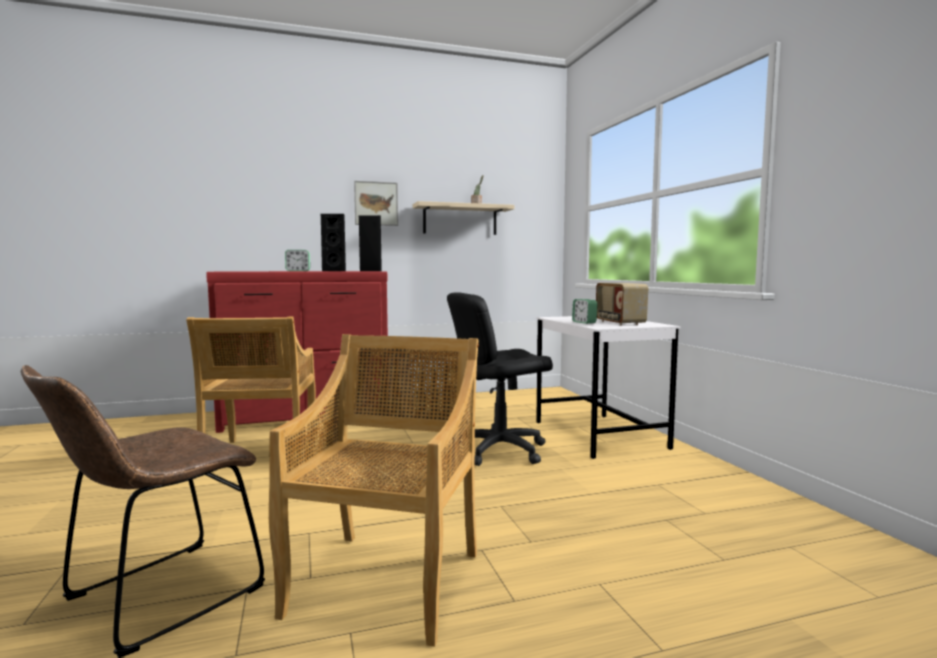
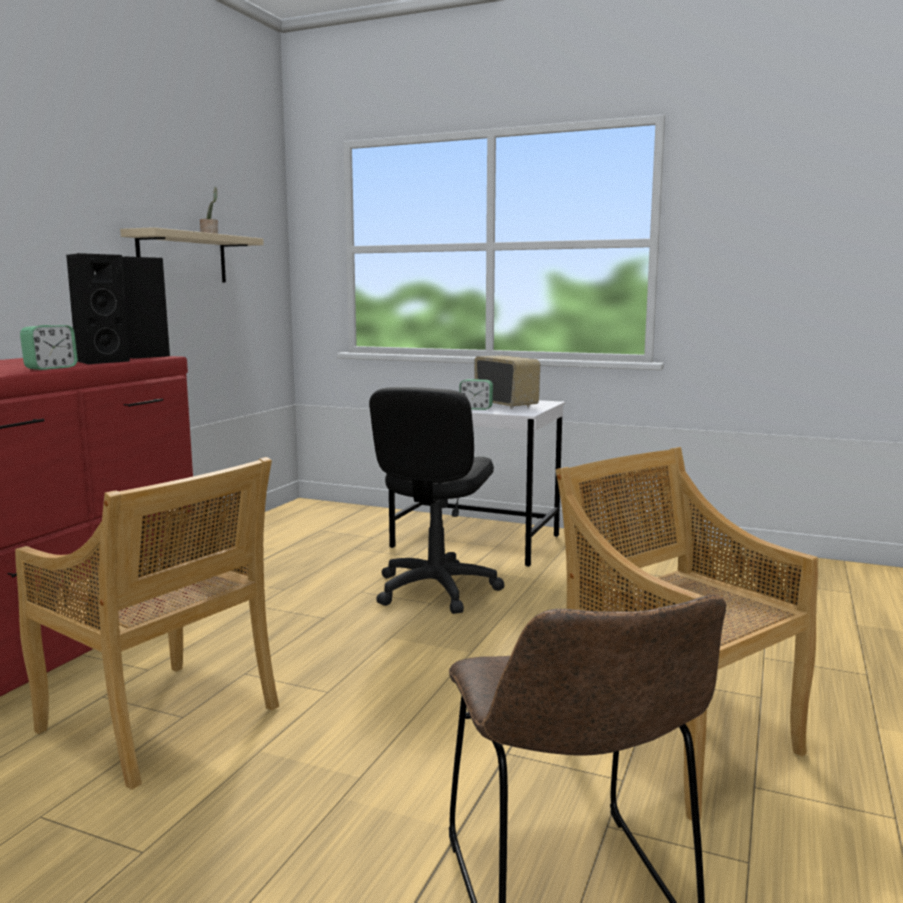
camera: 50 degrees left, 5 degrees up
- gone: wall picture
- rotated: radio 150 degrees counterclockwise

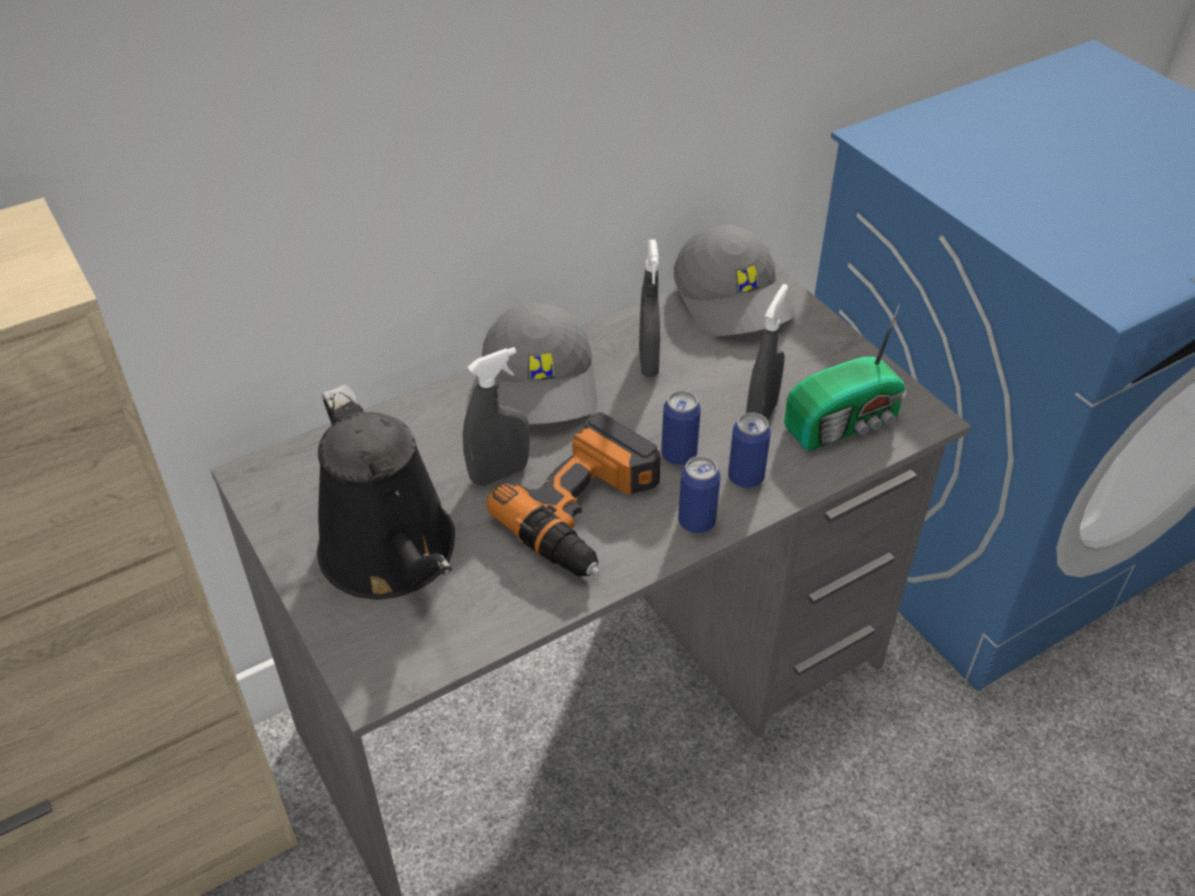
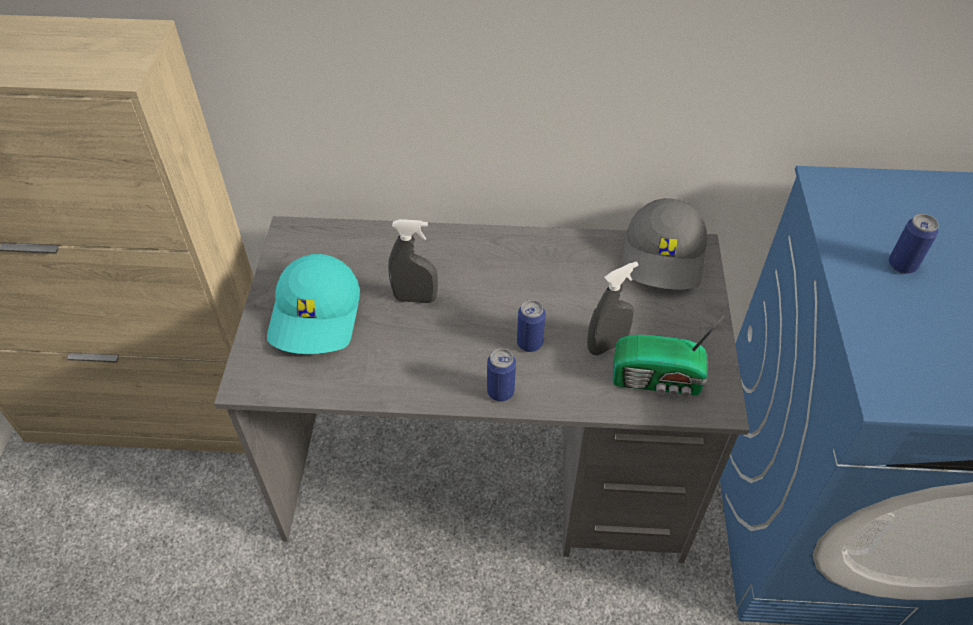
camera: 35 degrees right, 5 degrees up
- gone: cap (gray) (no. 1 from left)
- gone: electric drill
- gone: sprayer (gray) (no. 2 from left)
- shifted: sealed can (no. 3 from left)
- swapped: watering pot (blackish) to cap (turquoise-coloured)

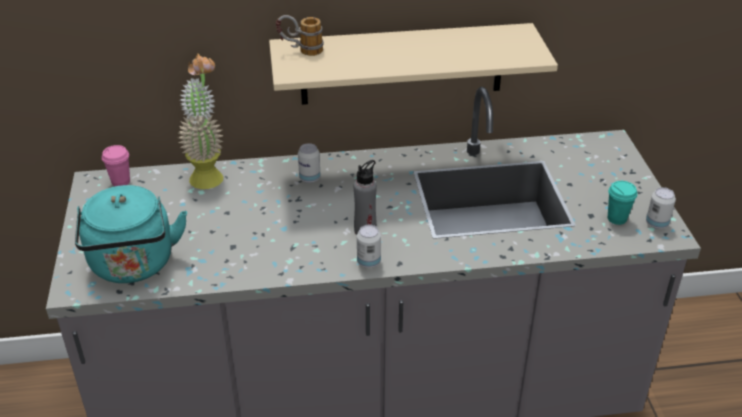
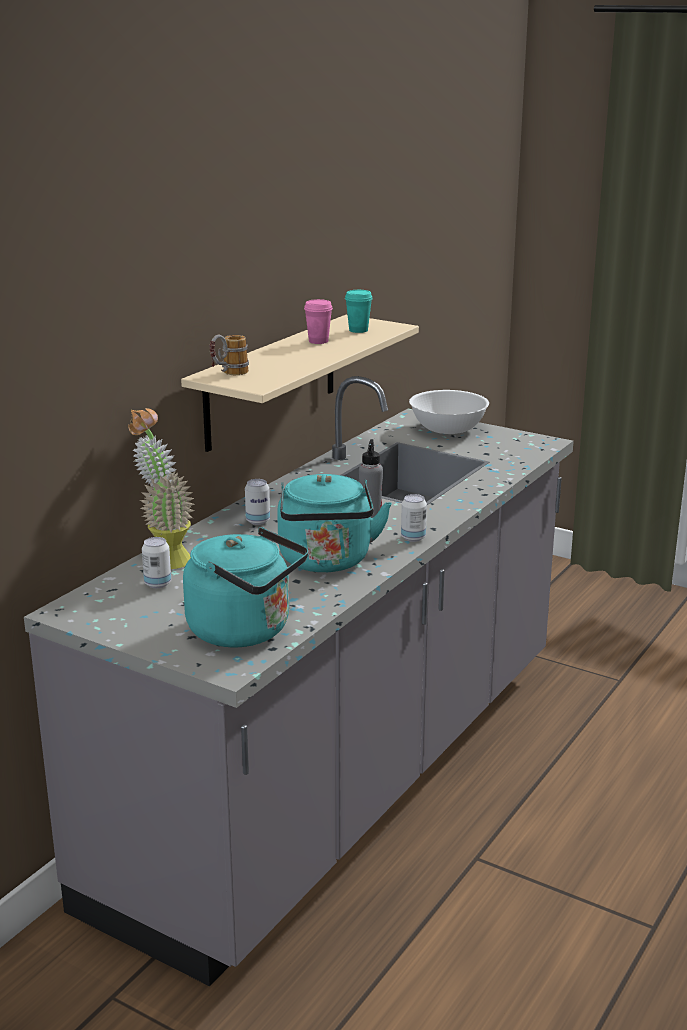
camera: 50 degrees left, 15 degrees down
- new: water kettle (turquoise-coloured) (no. 2 from left)
- new: serving bowl (whitish)
- shifted: drinking cup (pink-coloured)
- shifted: drinking cup (turquoise-coloured)
- shifted: sealed can (no. 3 from left in the first image) to sealed can (no. 1 from left)

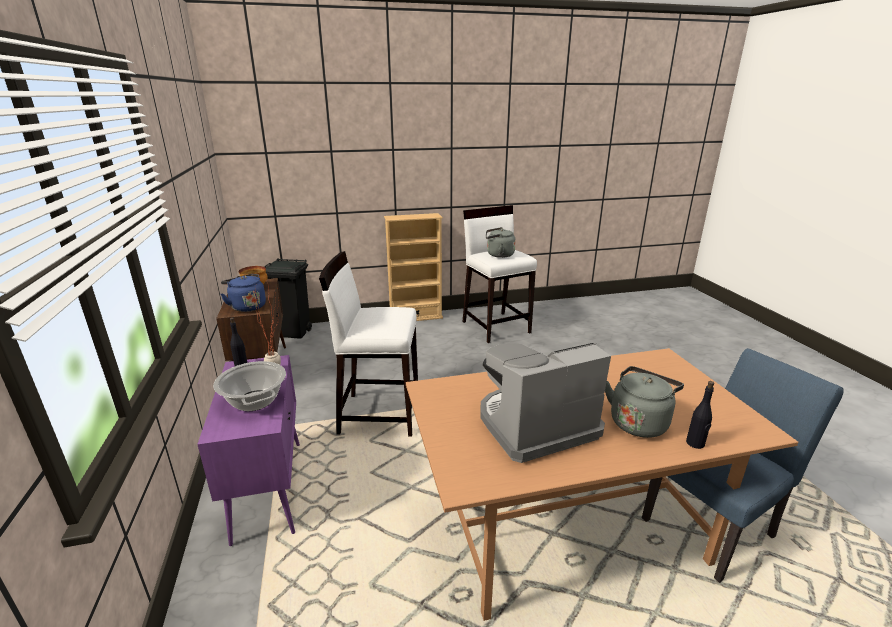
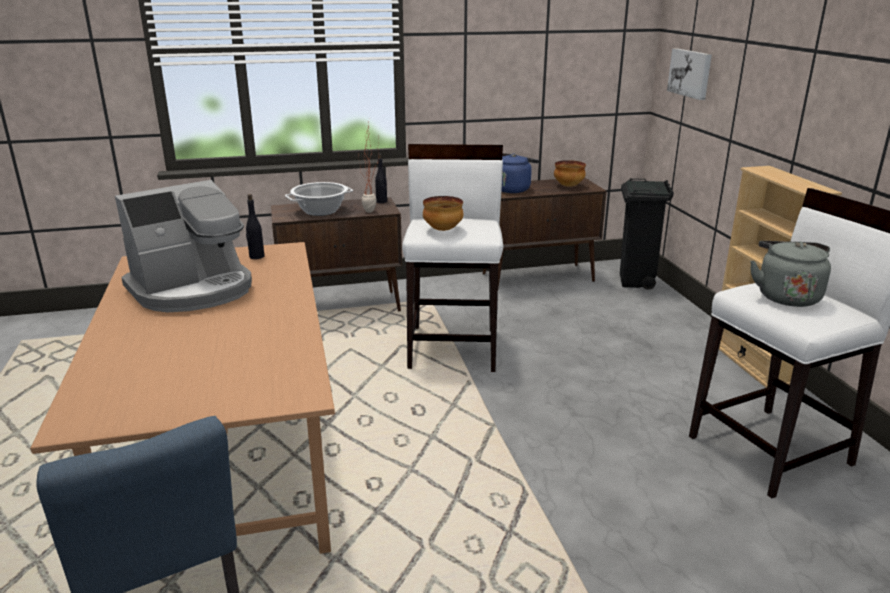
camera: 90 degrees right, 0 degrees up
- gone: water kettle (gray) (no. 2 from left)
- new: serving bowl (no. 1 from left)
- new: wall picture
- shifted: drink bottle (blackish) (no. 2 from left in the first image) to drink bottle (blackish) (no. 1 from left)
- repainted: cupboard (purplish) to cupboard (brown) (no. 1 from left)
- rotated: coffee machine 75 degrees clockwise

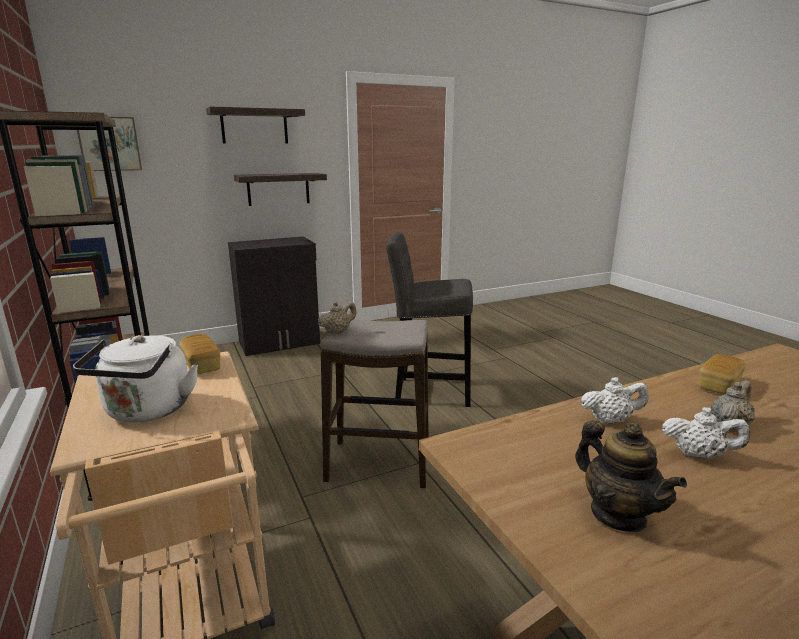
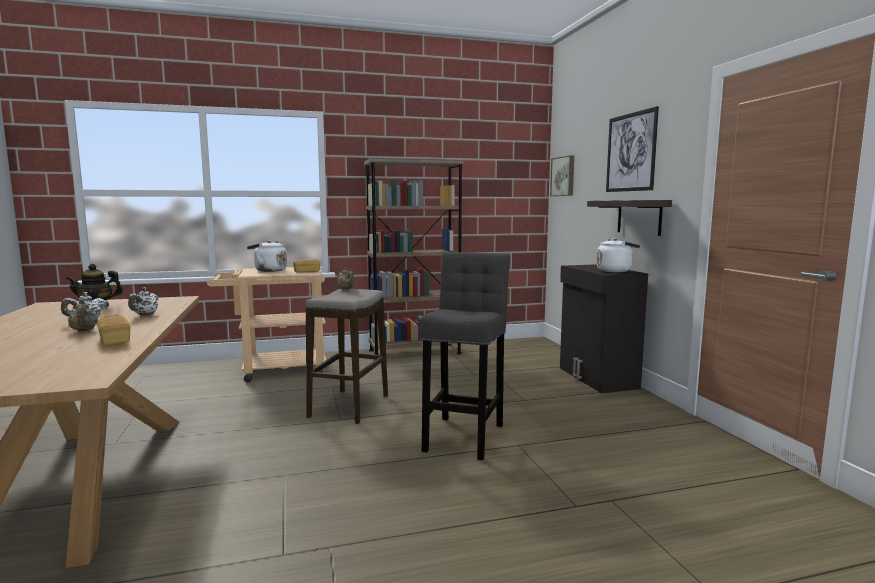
camera: 100 degrees right, 10 degrees down
- new: water kettle (whitish) (no. 2 from left)
- swapped: wall shelf (no. 1 from left) to wall picture (no. 2 from left)

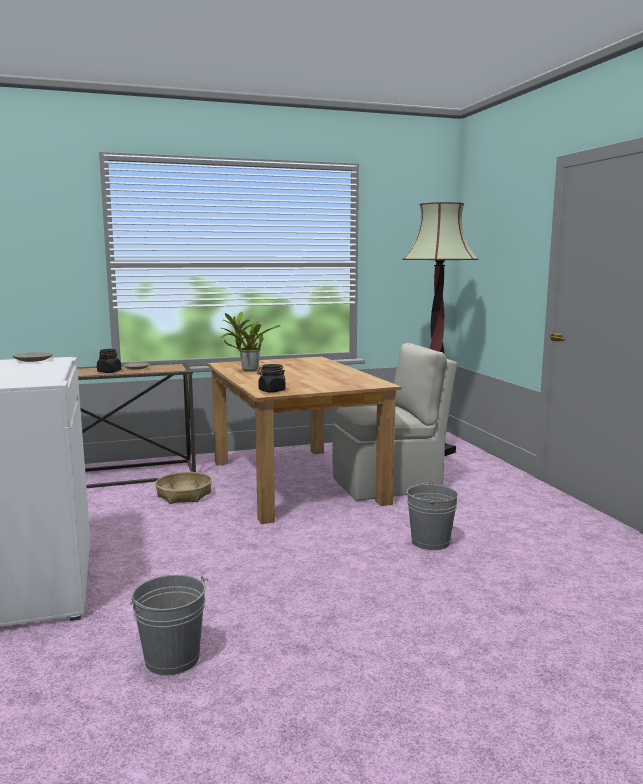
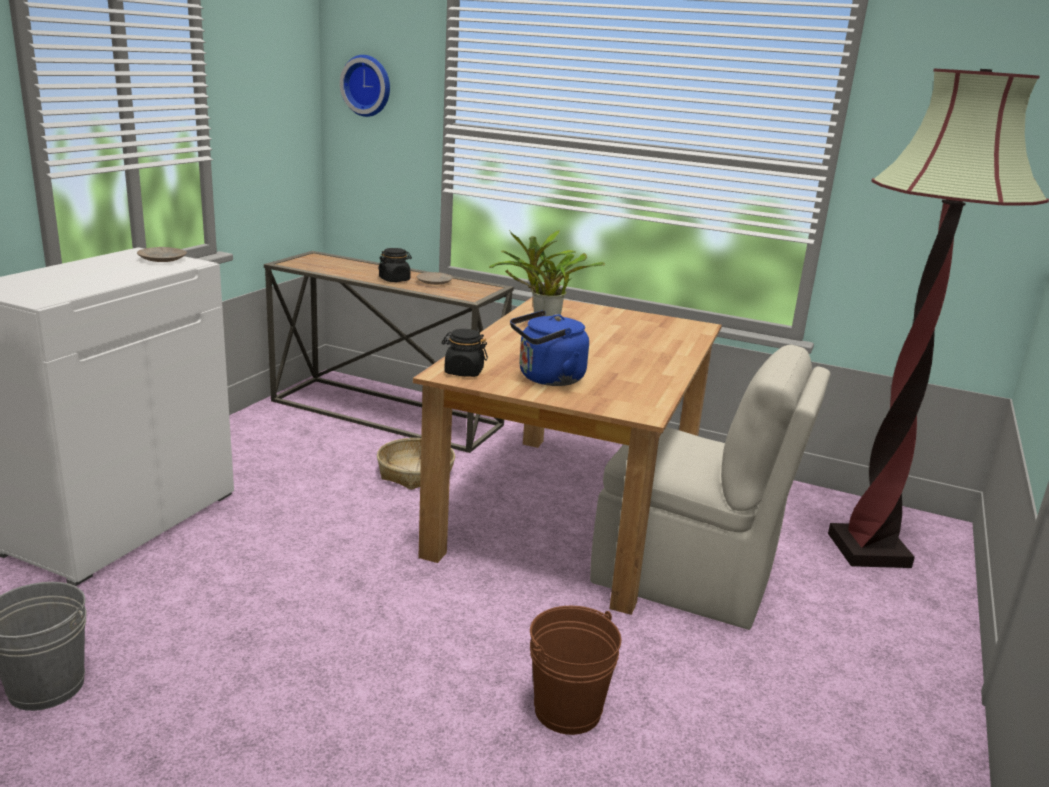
camera: 40 degrees right, 10 degrees up
- new: hanging clock
- new: water kettle (blue)
- repainted: water bucket (gray) (no. 2 from left) to water bucket (brown)

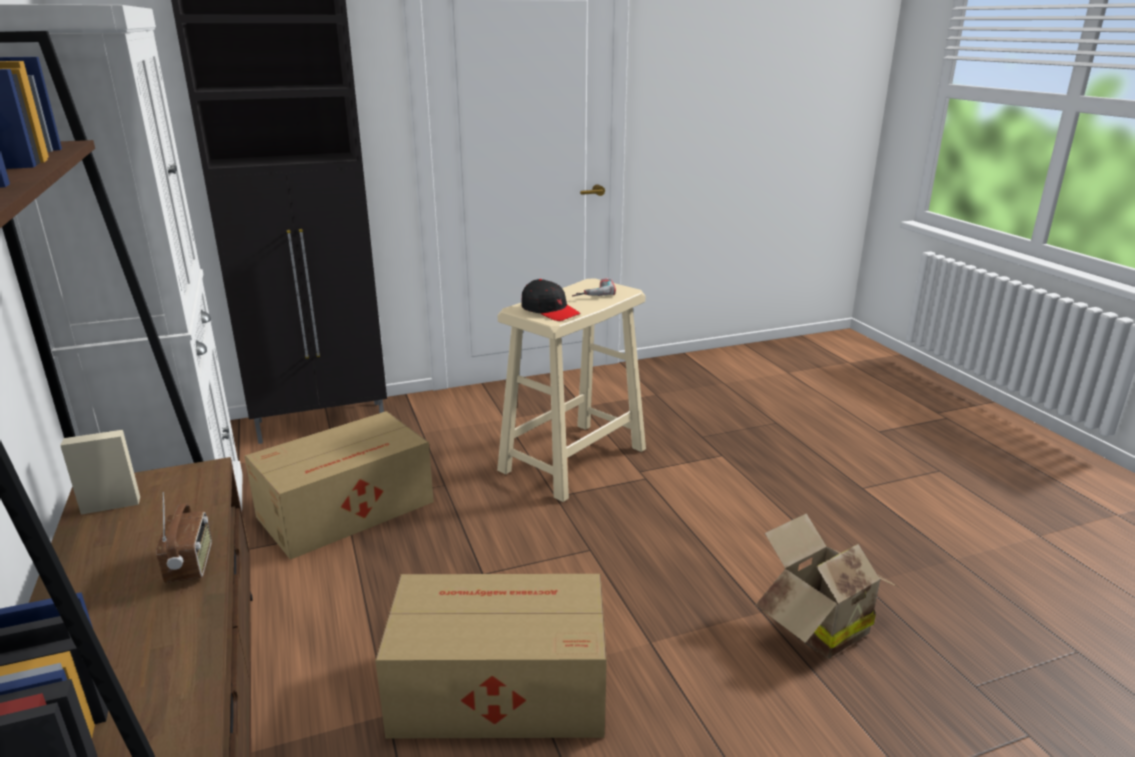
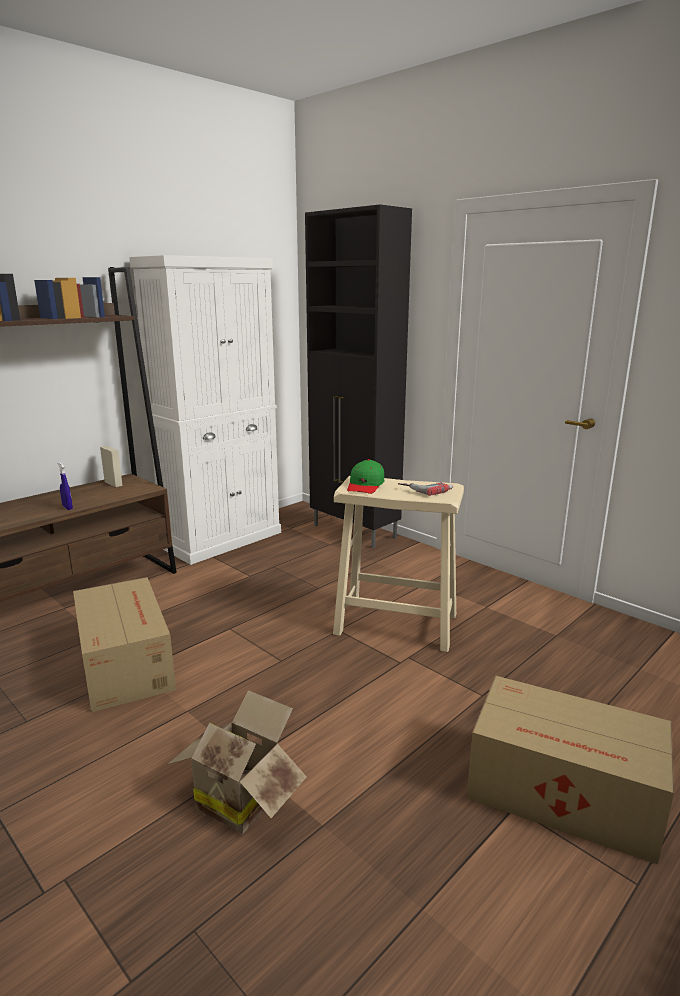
camera: 65 degrees right, 5 degrees down
- shifted: packing box (no. 1 from left in the first image) to packing box (no. 3 from left)
- swapped: radio to sprayer (blue)
- repainted: cap (blackish) to cap (green-coloured)

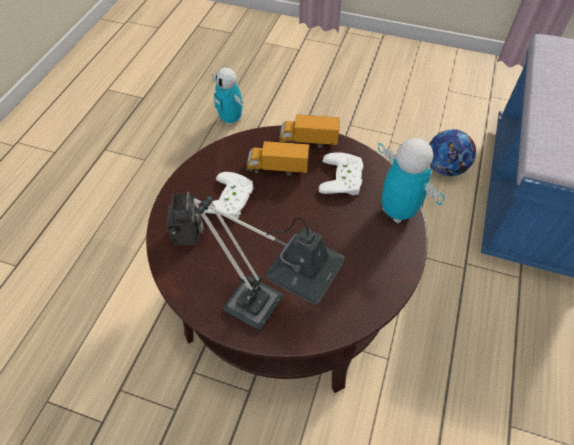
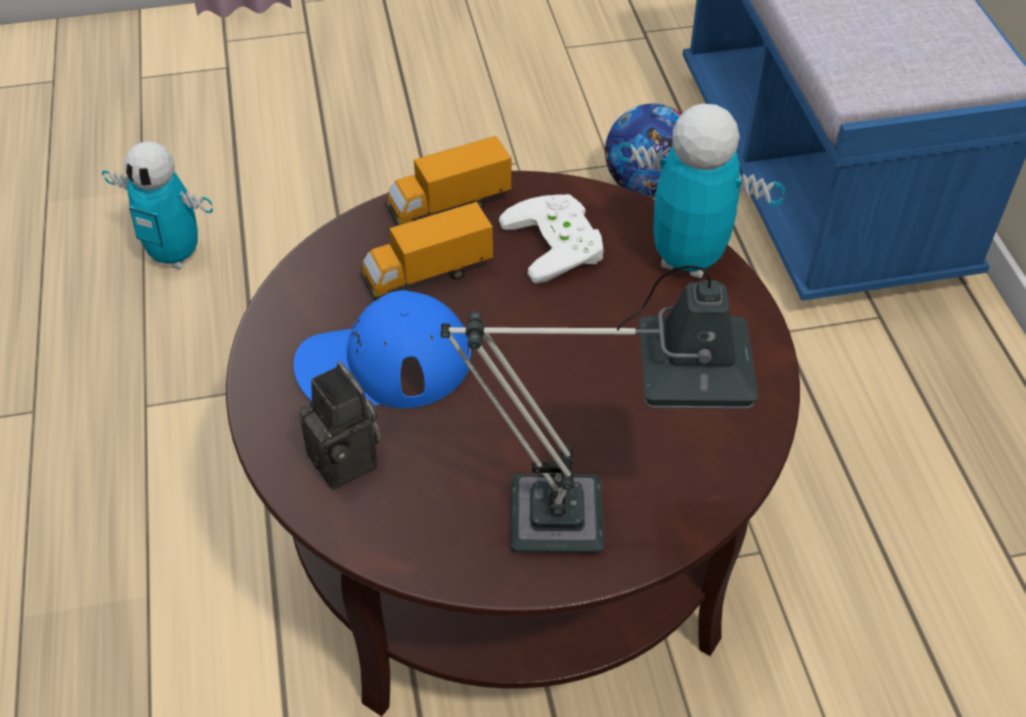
camera: 30 degrees left, 5 degrees down
- swapped: game controller (whitish) (no. 1 from left) to cap (blue)

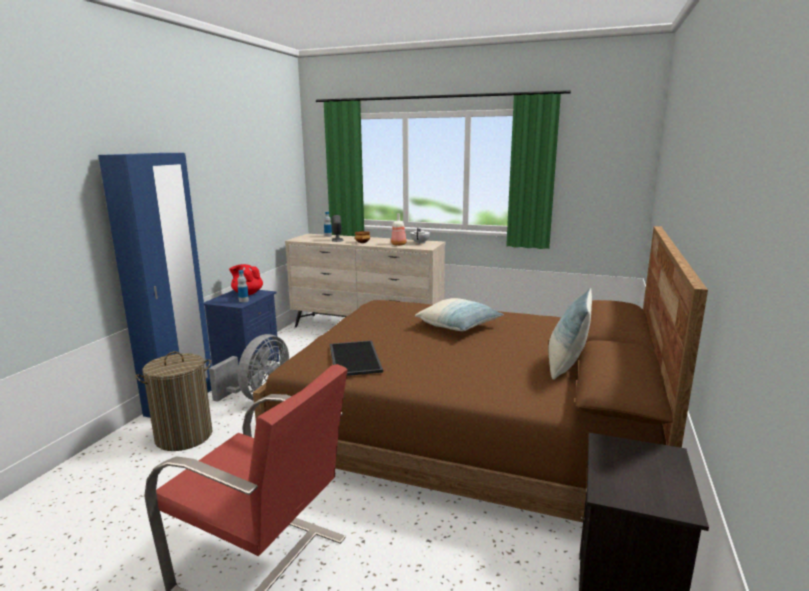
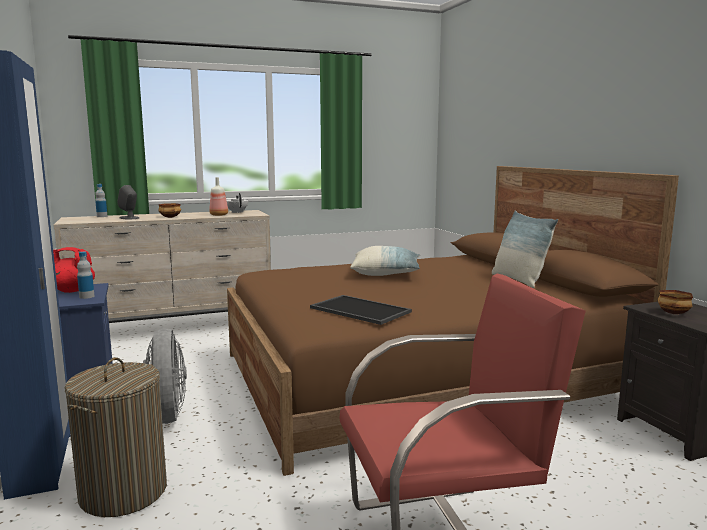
camera: 40 degrees left, 5 degrees down
- new: serving bowl (no. 2 from left)

